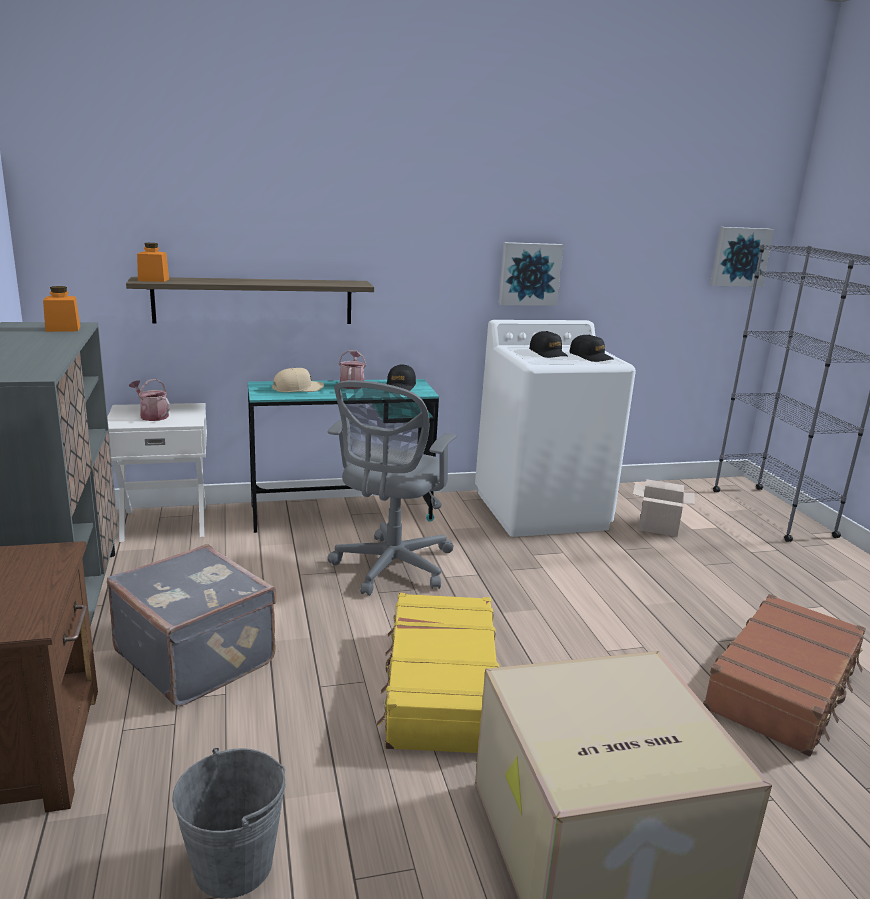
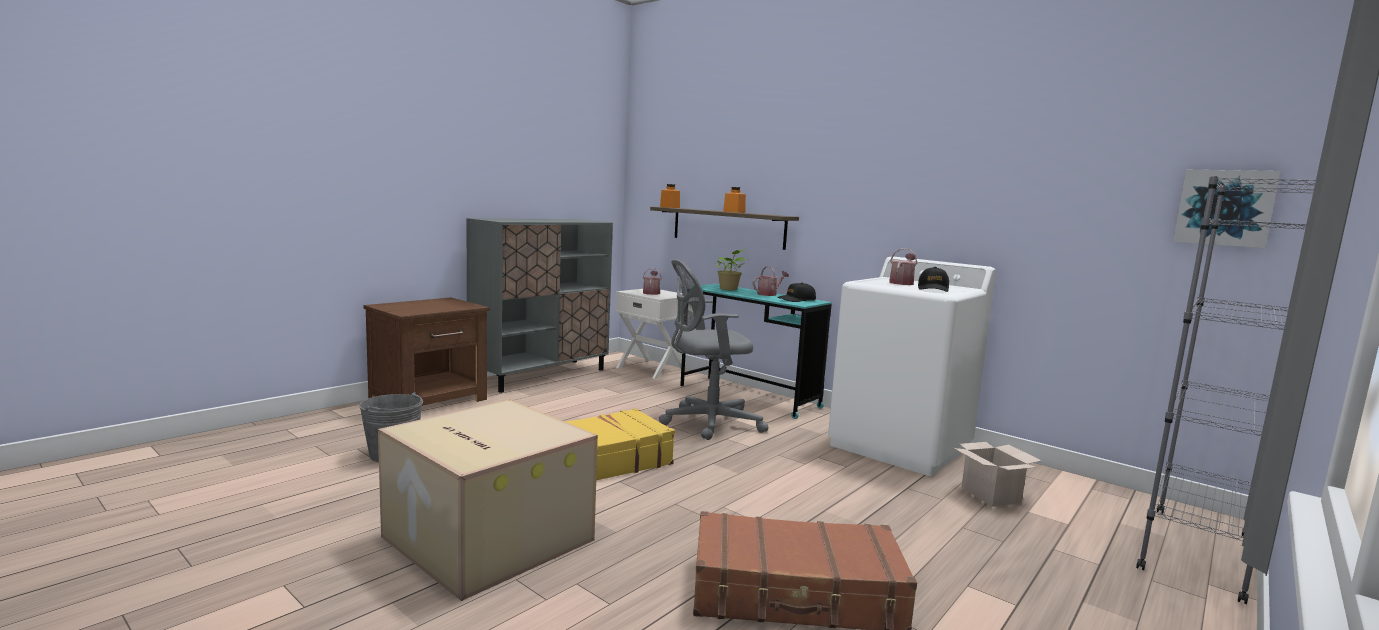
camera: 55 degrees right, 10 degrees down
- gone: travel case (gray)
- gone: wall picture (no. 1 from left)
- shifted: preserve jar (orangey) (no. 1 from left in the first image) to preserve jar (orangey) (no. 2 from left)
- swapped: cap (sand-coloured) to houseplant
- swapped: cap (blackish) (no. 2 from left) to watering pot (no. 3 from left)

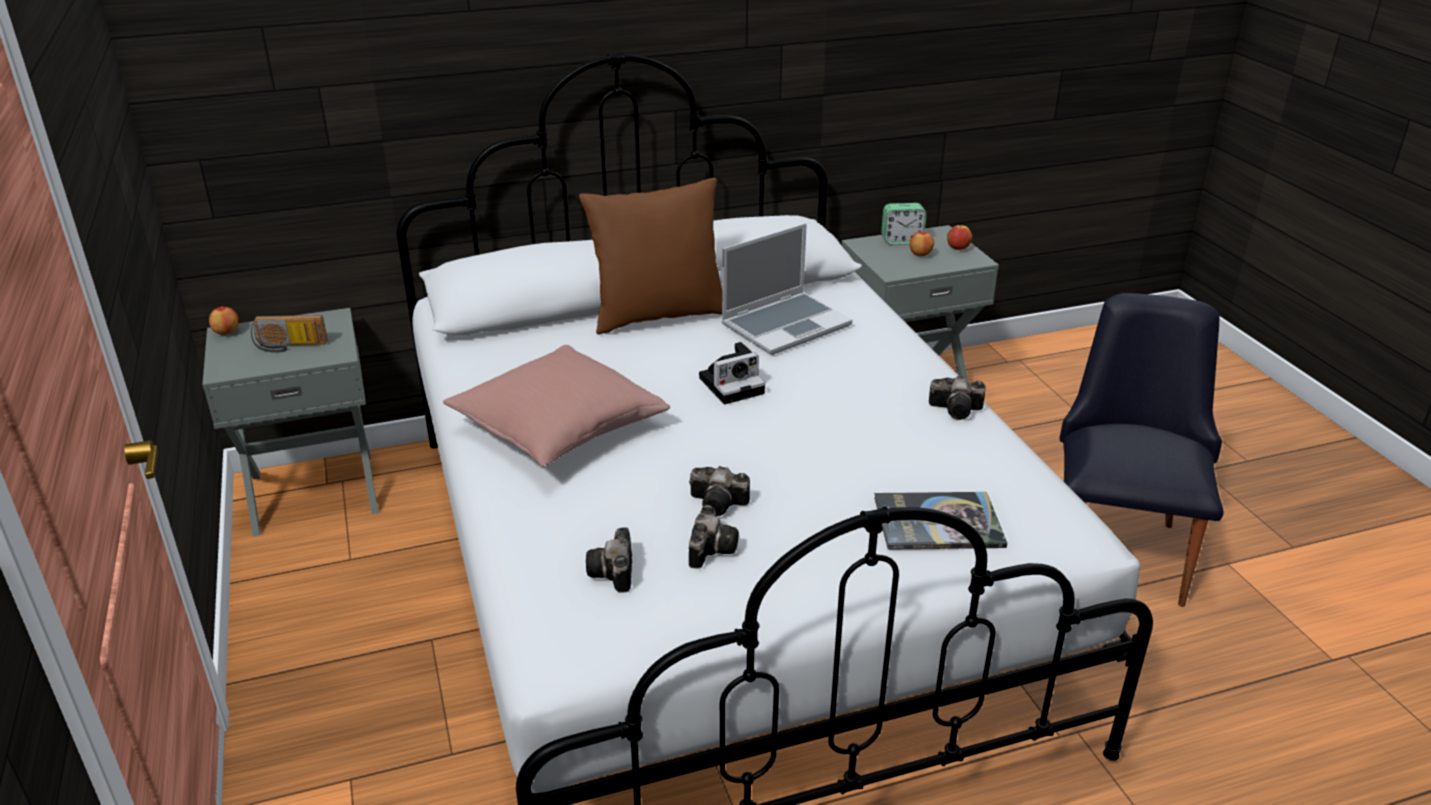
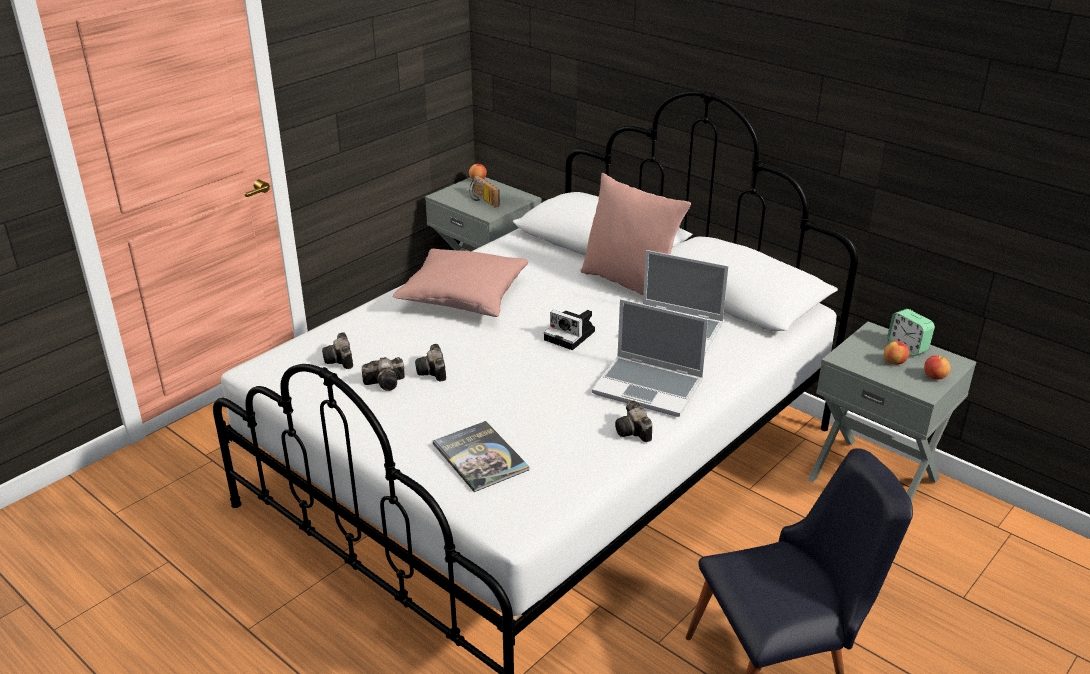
camera: 60 degrees right, 0 degrees up
- new: laptop (no. 1 from left)
- repainted: throw pillow (brown) to throw pillow (pink-coloured) (no. 2 from left)
- rotated: photo camera (no. 1 from left) 75 degrees counterclockwise

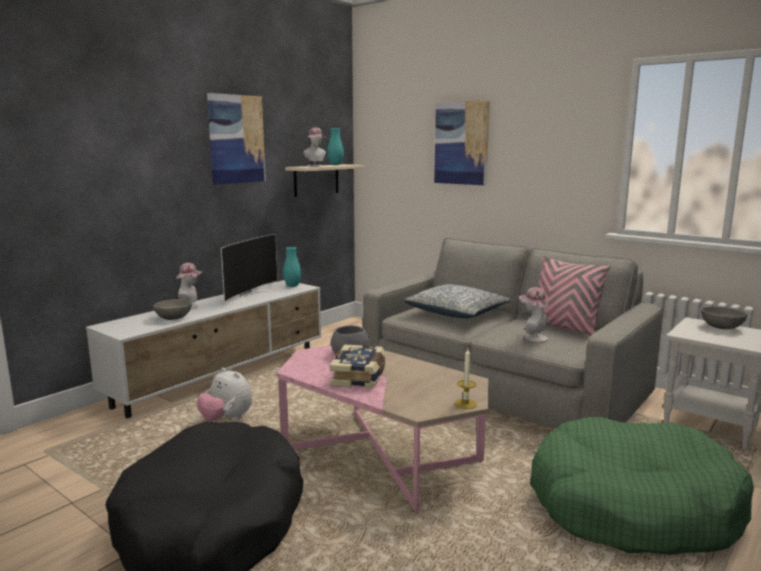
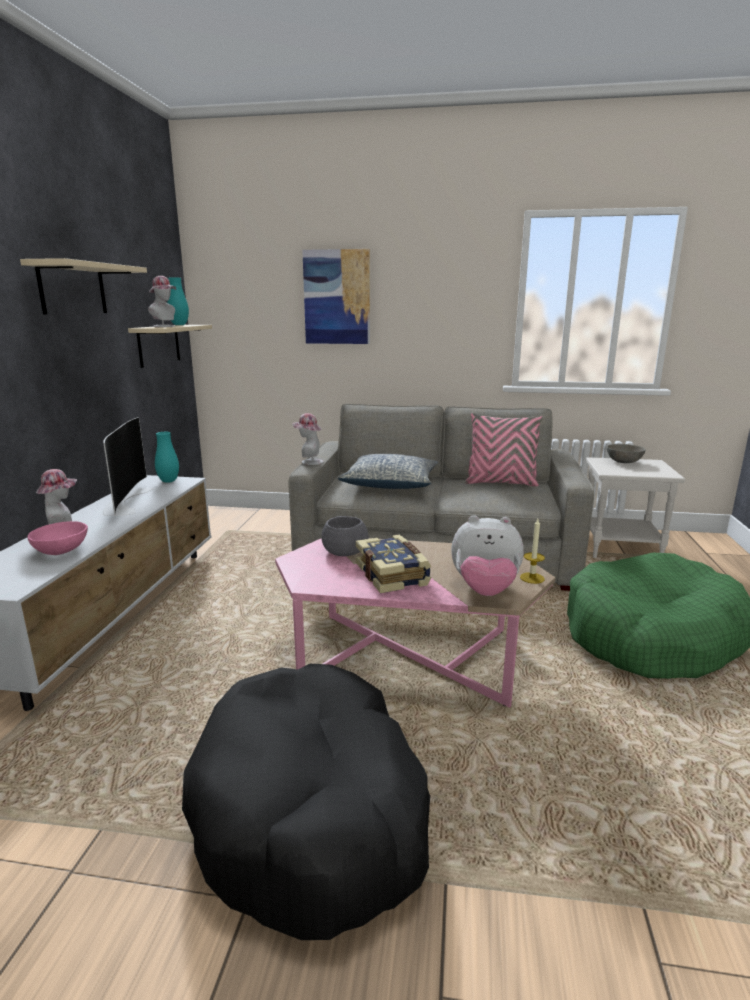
camera: 30 degrees left, 5 degrees up
- shifted: cuddly toy
- shifted: hat (no. 3 from left)
- swapped: wall picture (no. 1 from left) to wall shelf (sand-coloured) (no. 1 from left)
- repainted: serving bowl (gray) (no. 1 from left) to serving bowl (pink-coloured)

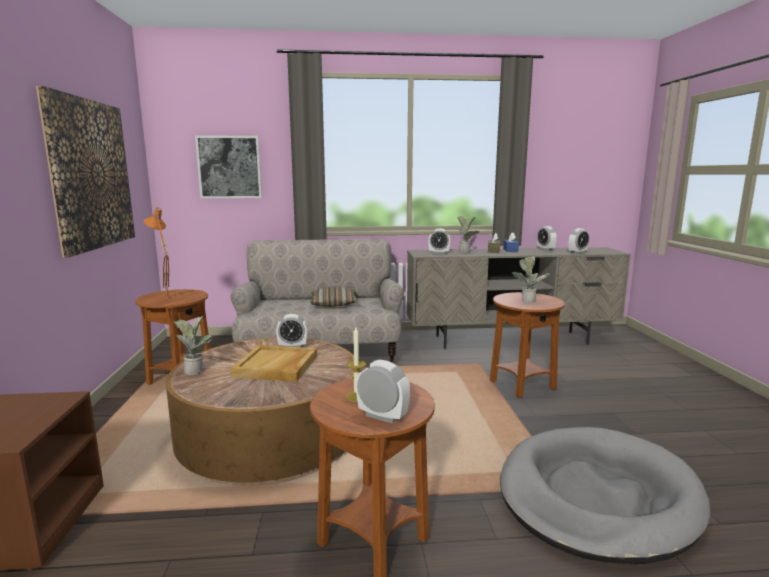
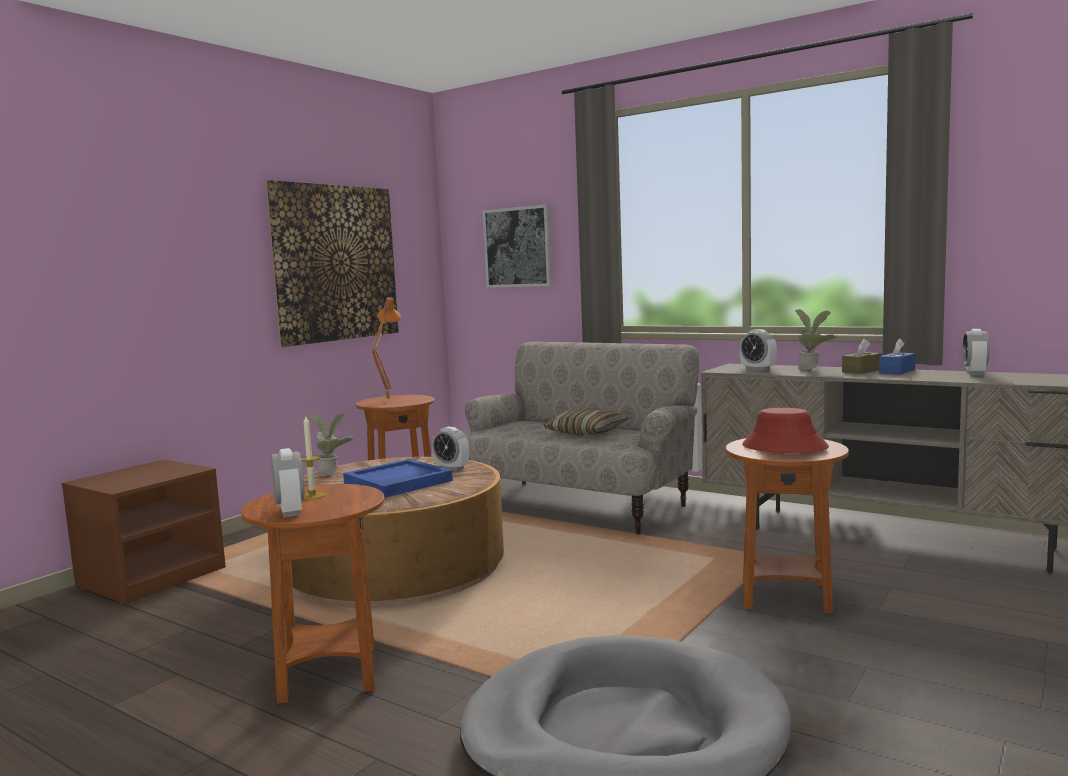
camera: 40 degrees right, 5 degrees down
- gone: table clock (no. 5 from left)
- swapped: houseplant (no. 3 from left) to hat (red-coloured)
- repainted: tray (sand-coloured) to tray (blue)

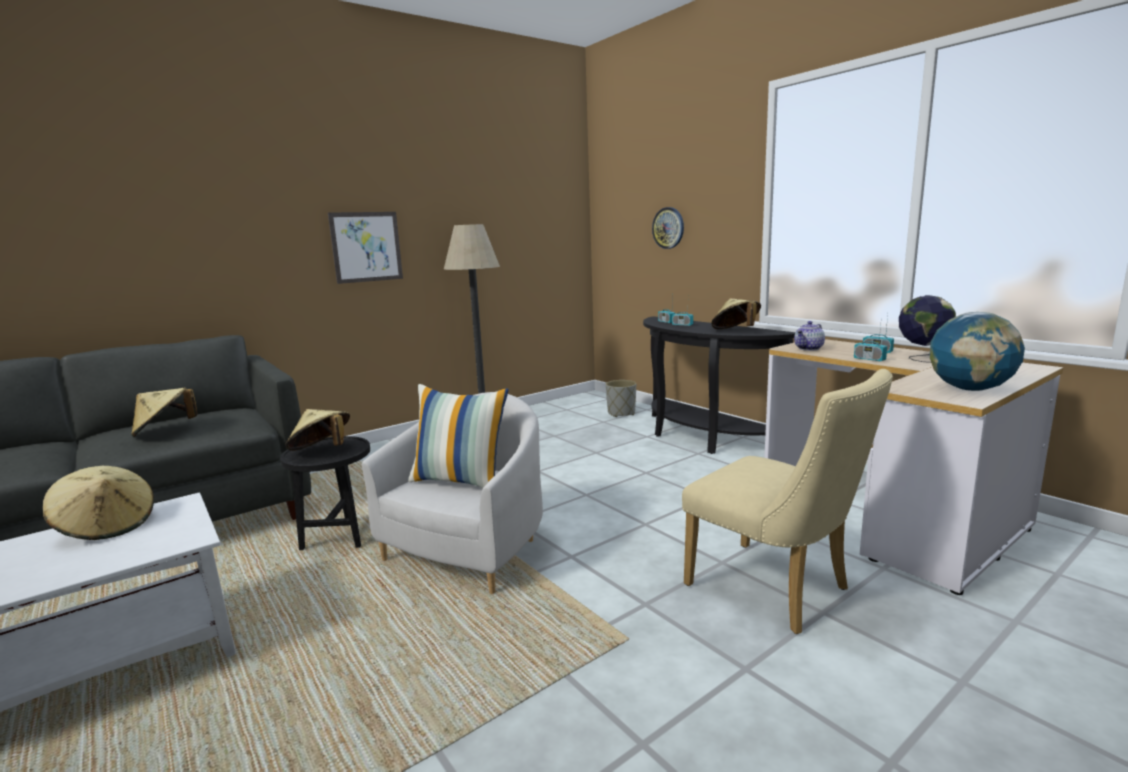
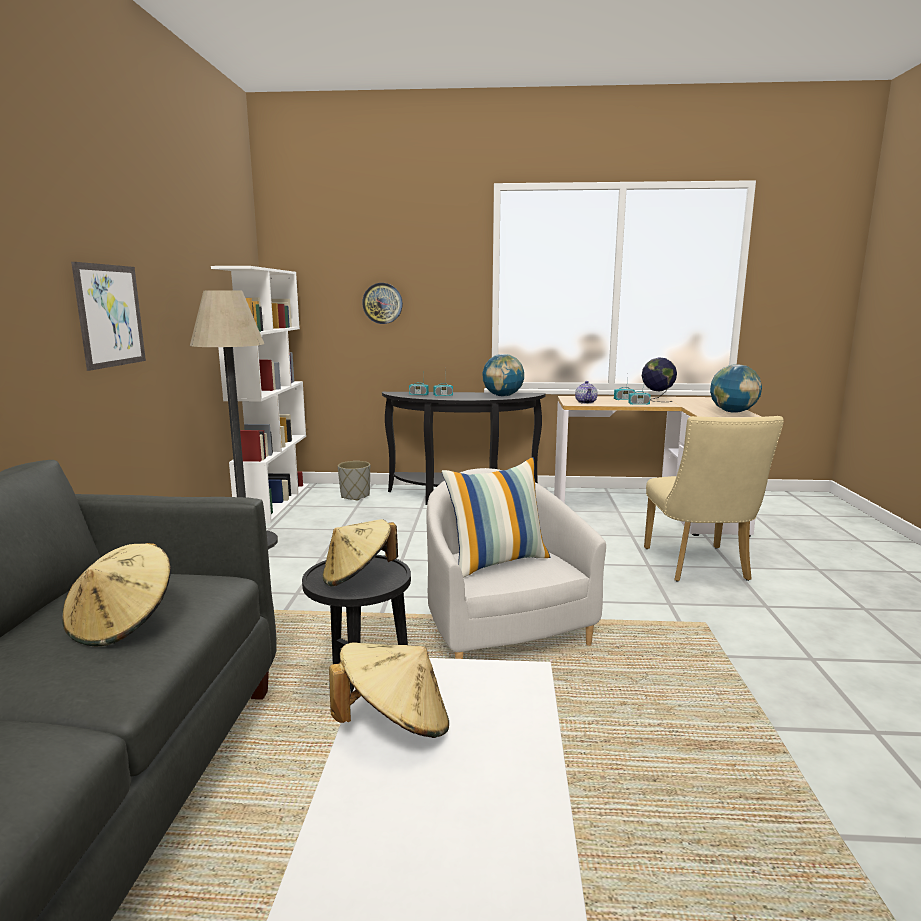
camera: 50 degrees left, 0 degrees up
- new: shelving unit (whitish)
- swapped: hat (sand-coloured) (no. 4 from left) to globe (no. 1 from left)
- rotated: plain chair (sand-coloured) 90 degrees clockwise

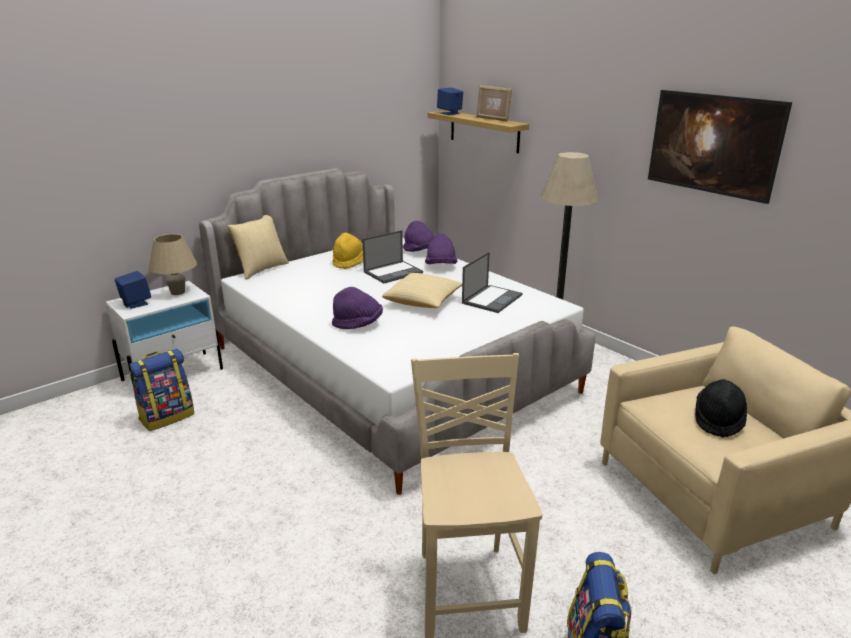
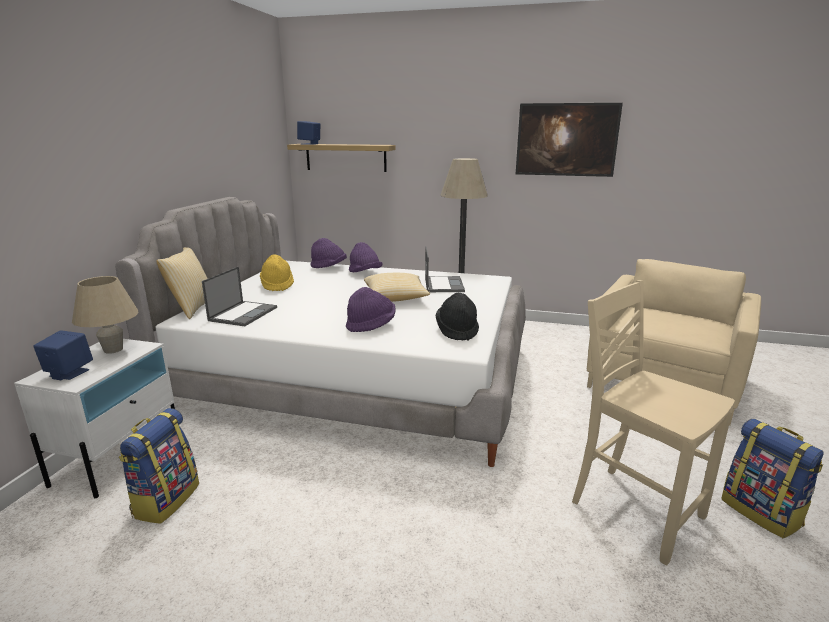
camera: 35 degrees left, 5 degrees down
- gone: photo frame
- shifted: laptop (no. 1 from left)
- shifted: hat (blackish)

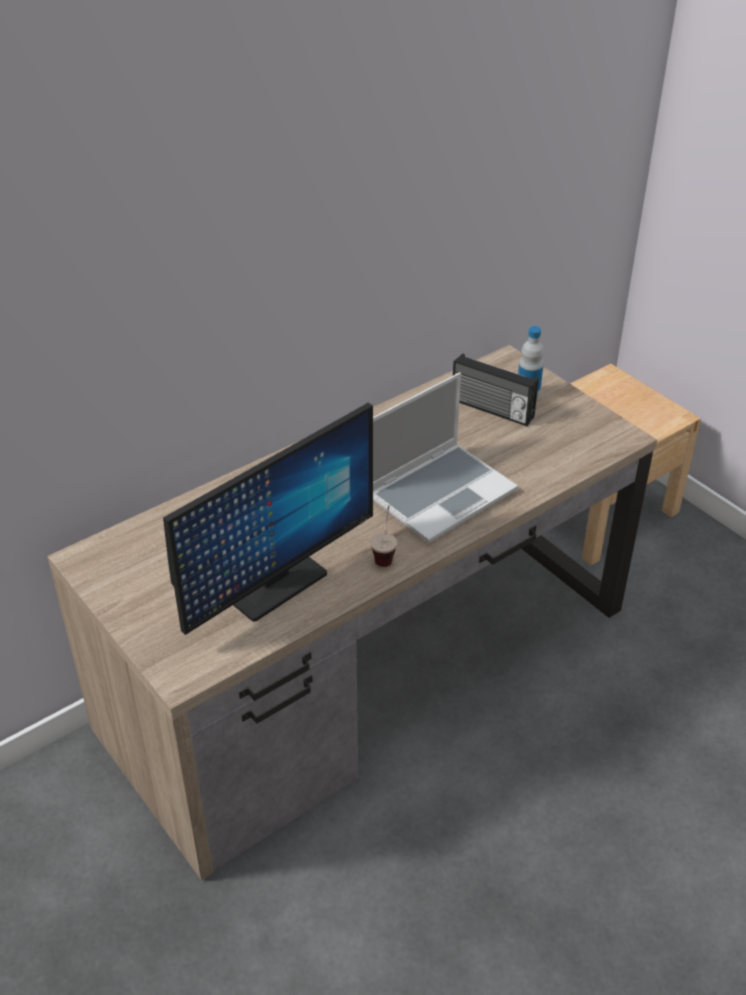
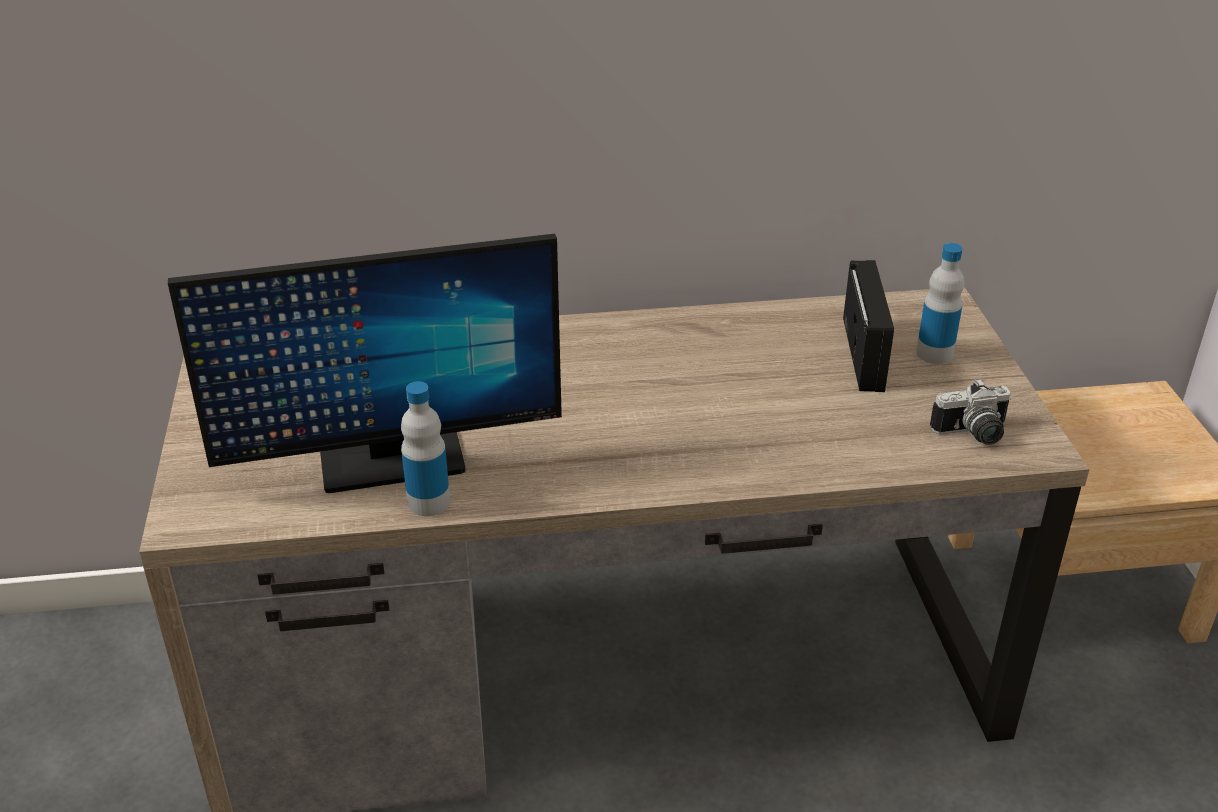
camera: 30 degrees right, 5 degrees down
- gone: drinking cup
- gone: laptop
- new: drink bottle (no. 1 from left)
- new: photo camera
- rotated: radio 150 degrees counterclockwise

